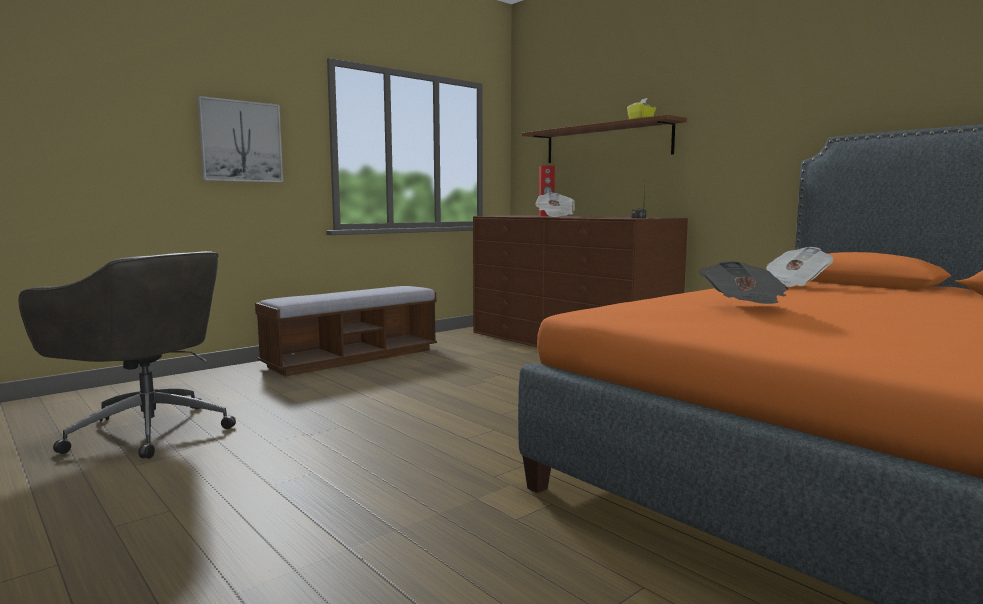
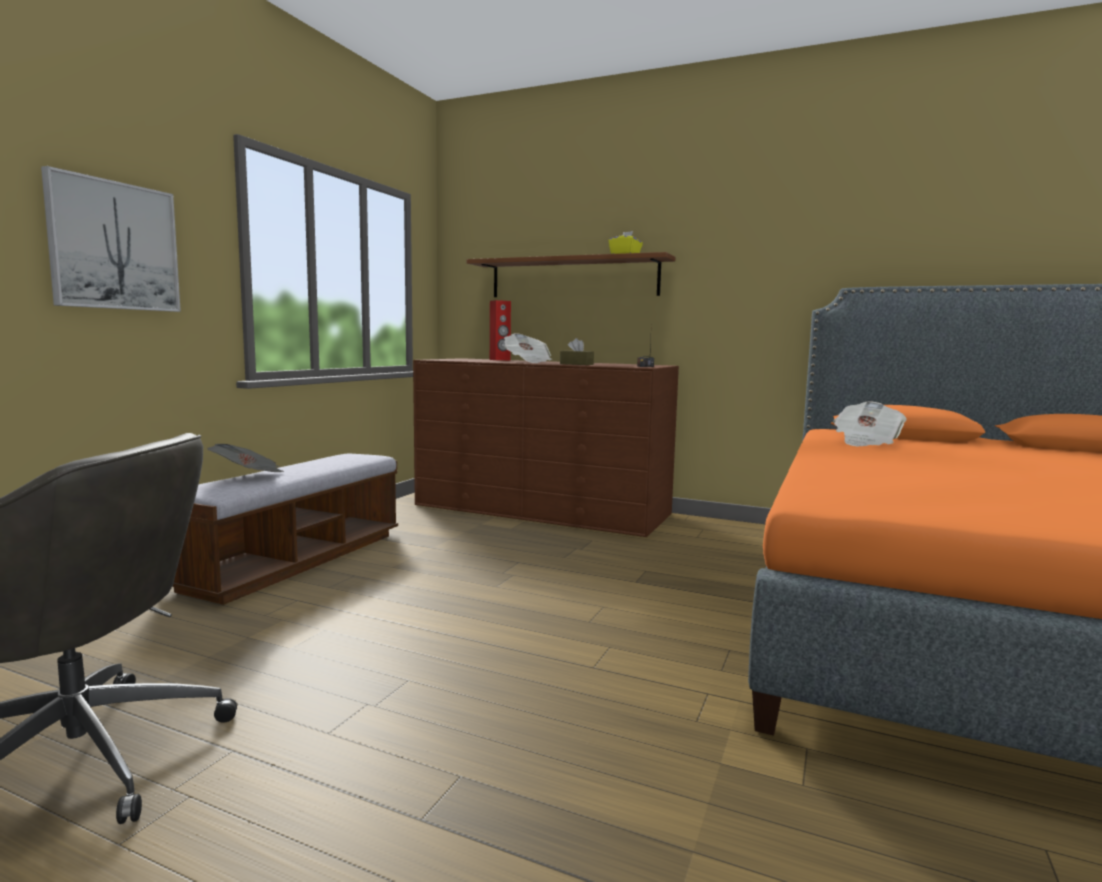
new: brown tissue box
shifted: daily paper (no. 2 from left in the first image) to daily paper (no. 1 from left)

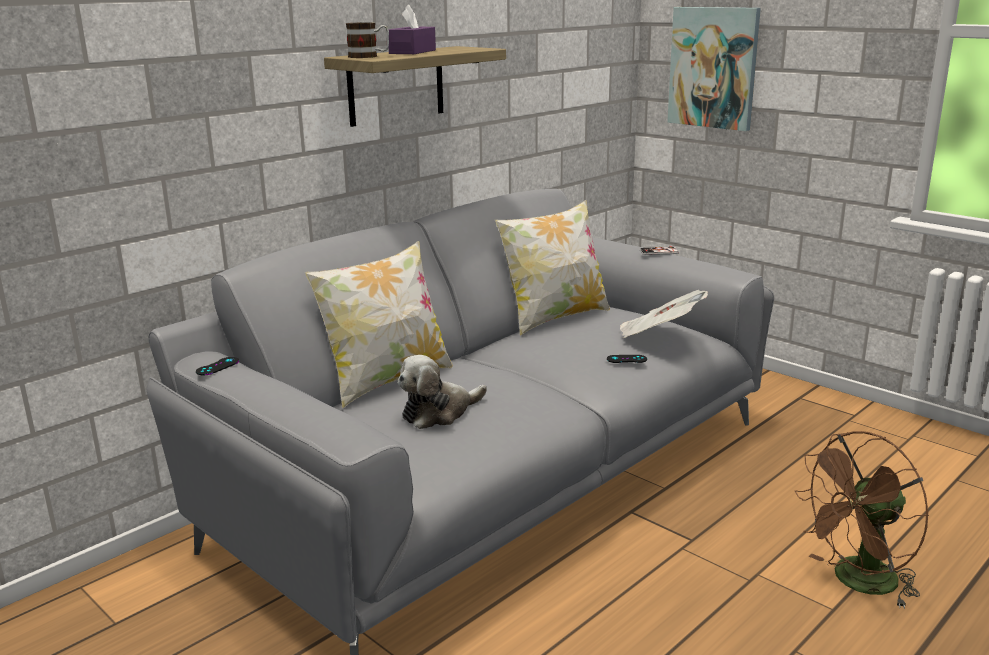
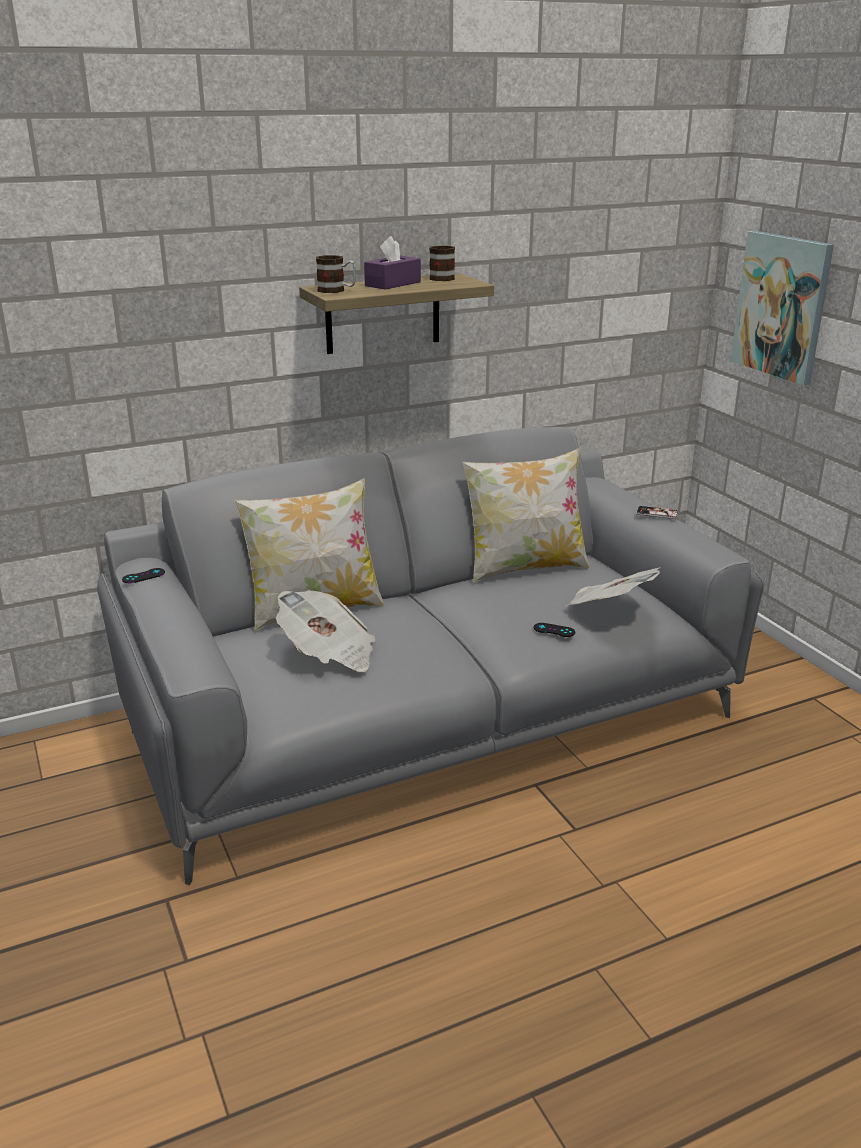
gone: brown fan
new: tea mug (no. 2 from left)
swapped: plush toy to daily paper (no. 1 from left)

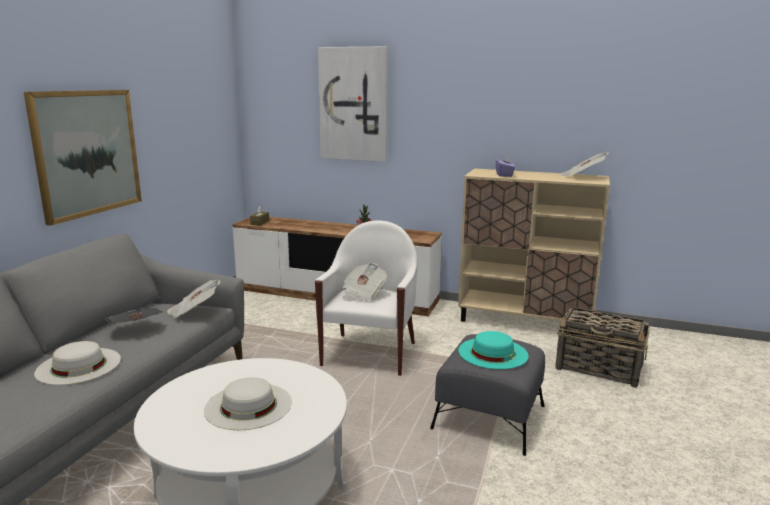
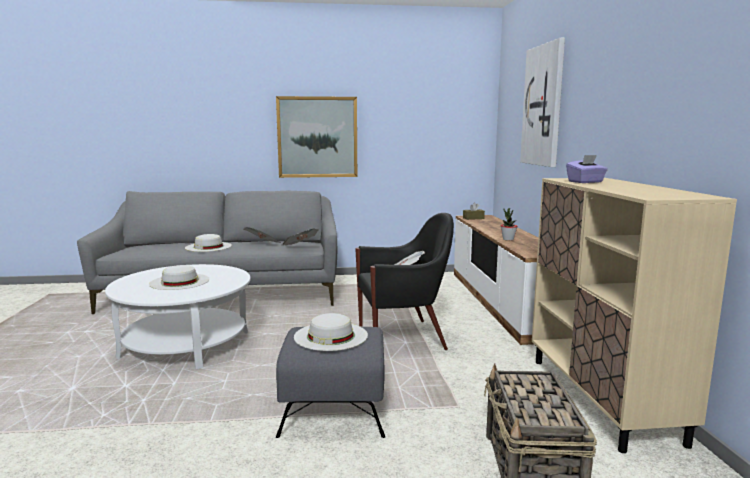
gone: daily paper (no. 4 from left)
repainted: white-coloured easy chair to black-coloured easy chair; turquoise hat to white-coloured hat (no. 3 from left)

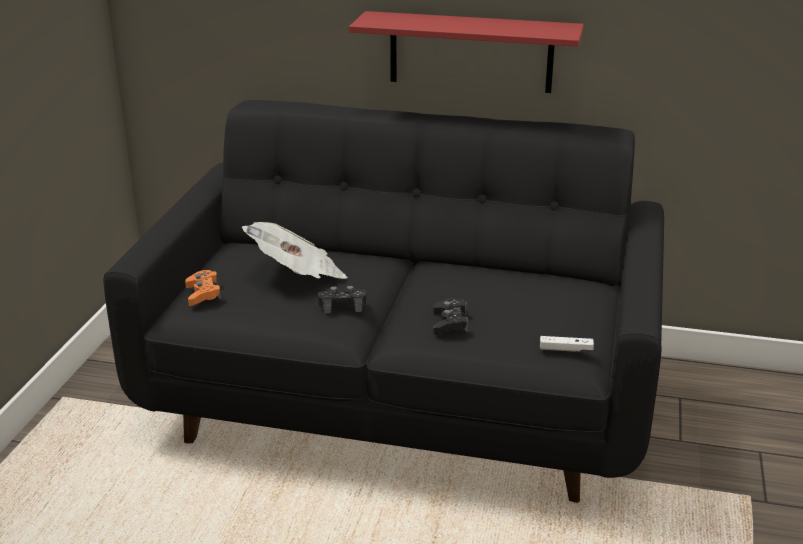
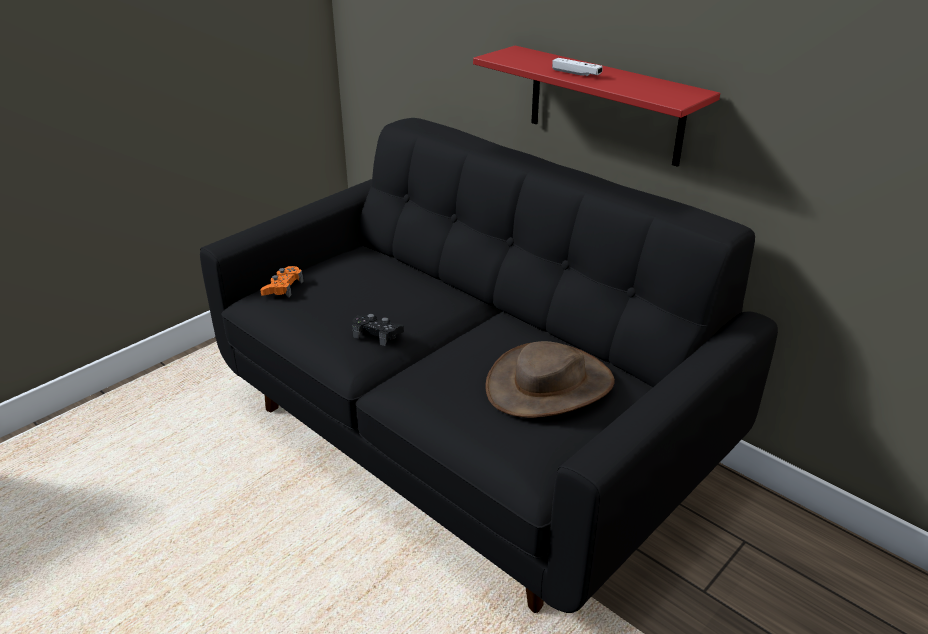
gone: daily paper; black-coloured game controller (no. 2 from left)
new: brown hat
shifted: white-coloured game controller

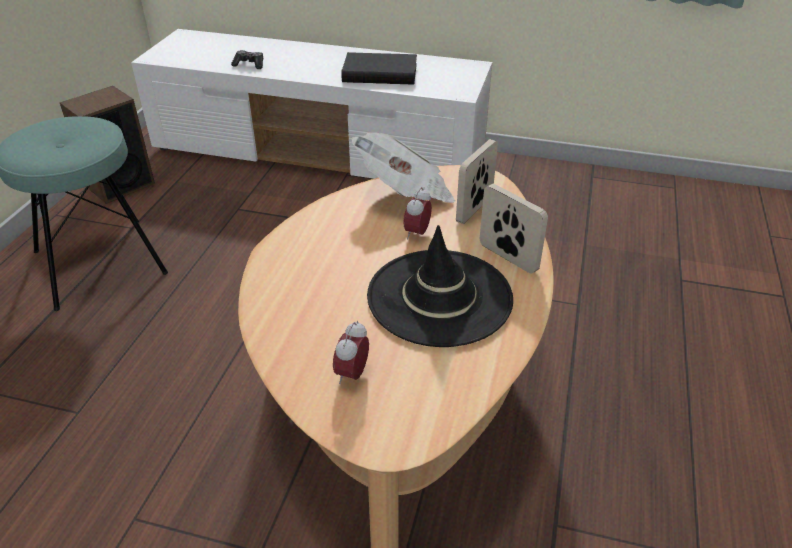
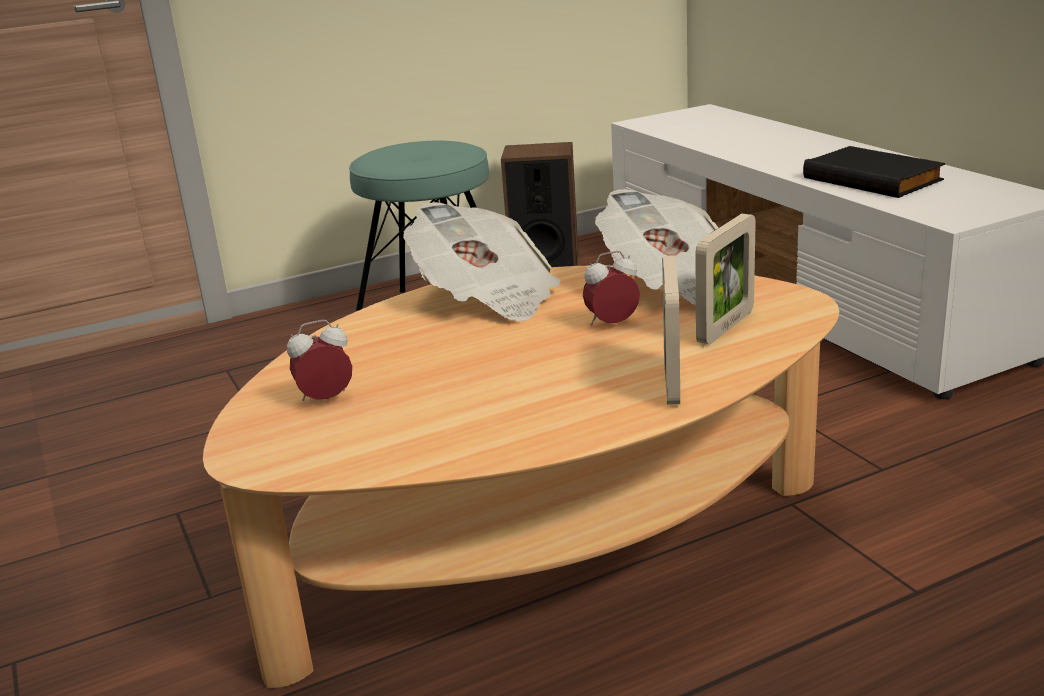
gone: game controller; black-coloured hat
new: daily paper (no. 1 from left)
rotated: photo frame (no. 1 from left in the first image) 135 degrees clockwise

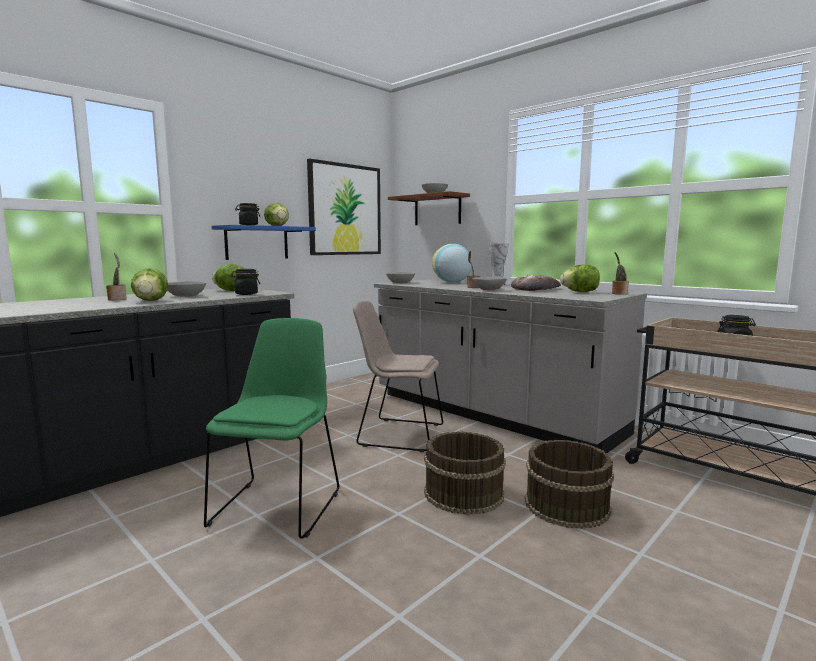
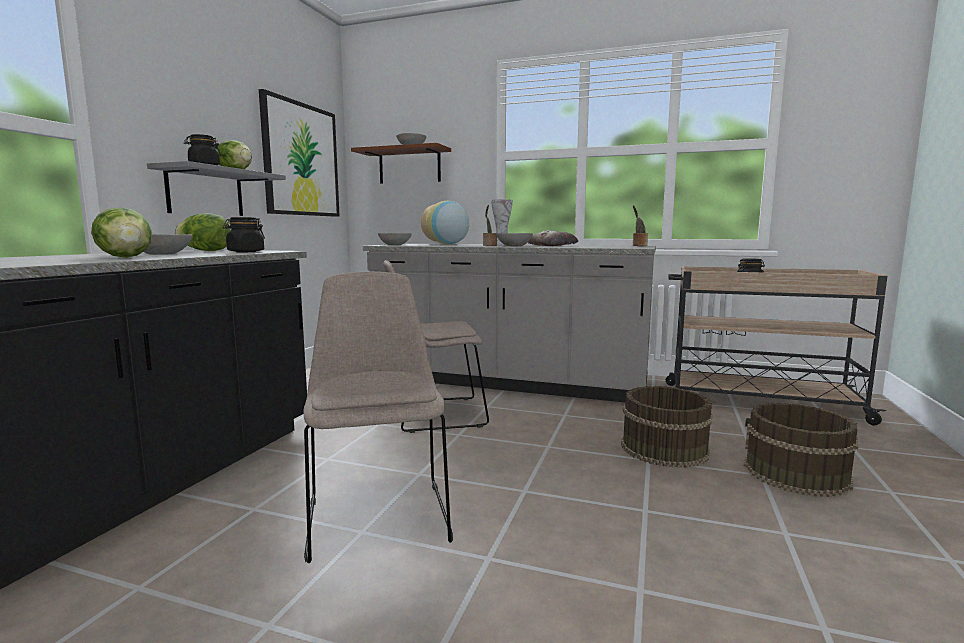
gone: houseplant (no. 1 from left); lettuce head (no. 4 from left)
shifted: brown bucket (no. 1 from left in the first image) to brown bucket (no. 2 from left)
repainted: blue wall shelf to greyish wall shelf; green plain chair to beige plain chair (no. 1 from left)

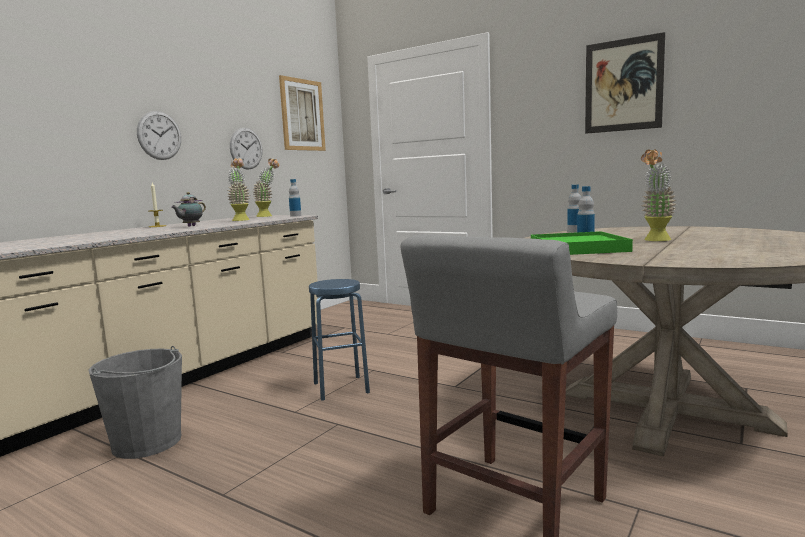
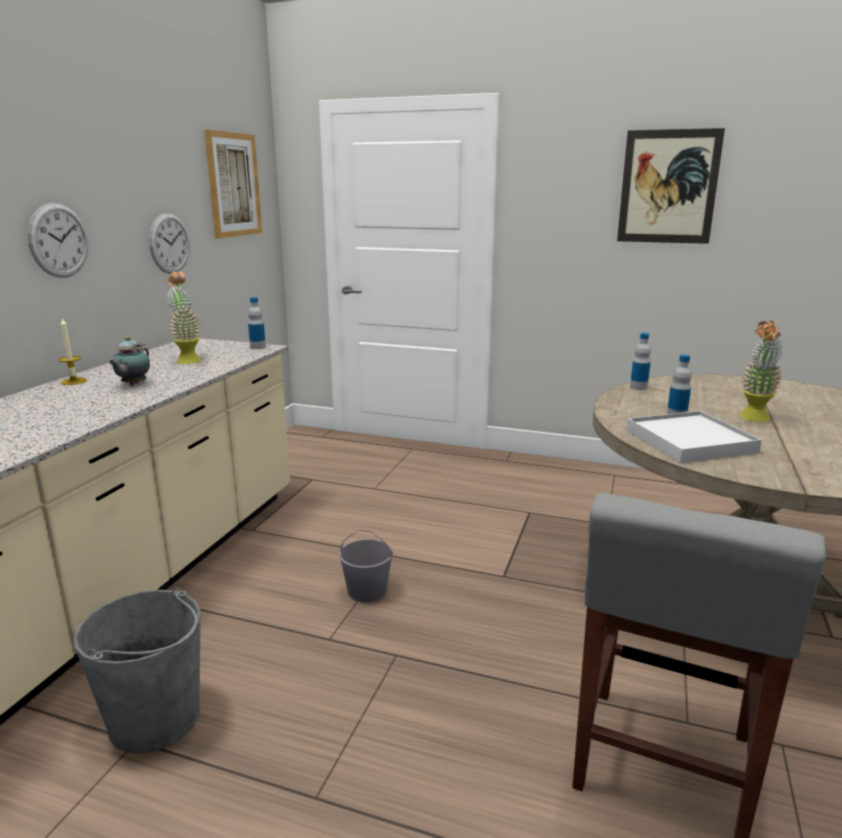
gone: houseplant (no. 2 from left)
swapped: blue sitting stool to greyish bucket (no. 2 from left)
repainted: green carrying tray to white-coloured carrying tray

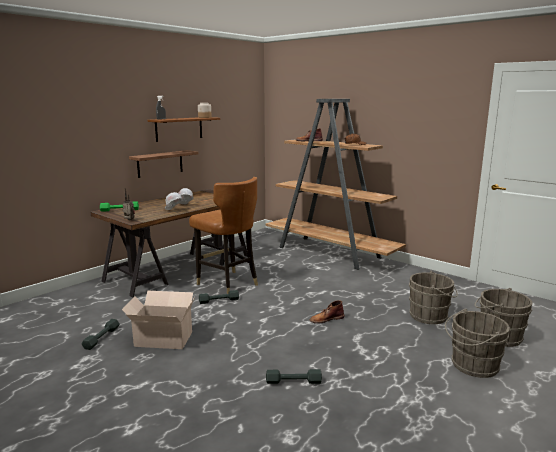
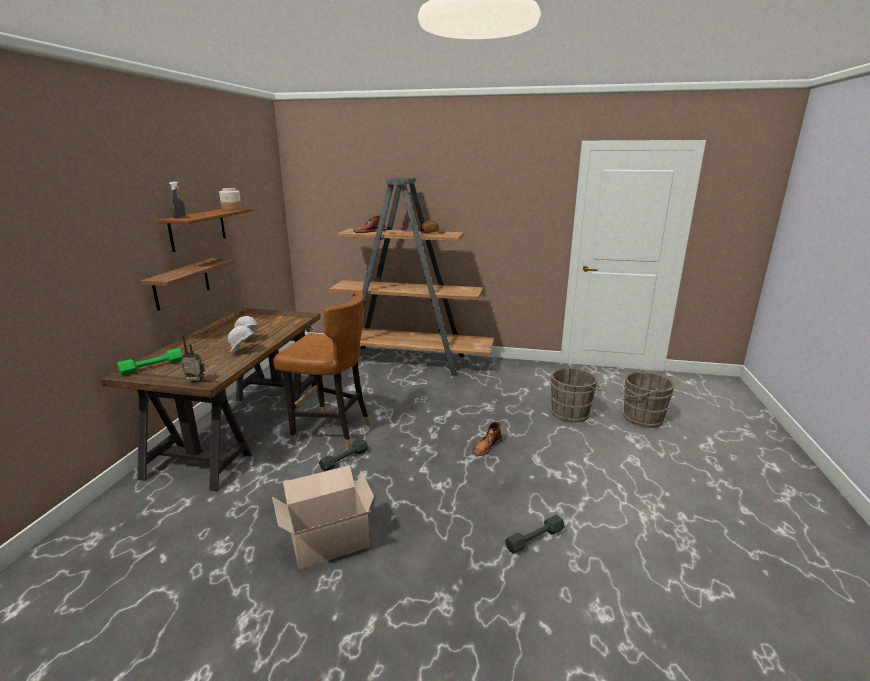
gone: greyish bucket (no. 2 from left); greyish free weight (no. 1 from left)

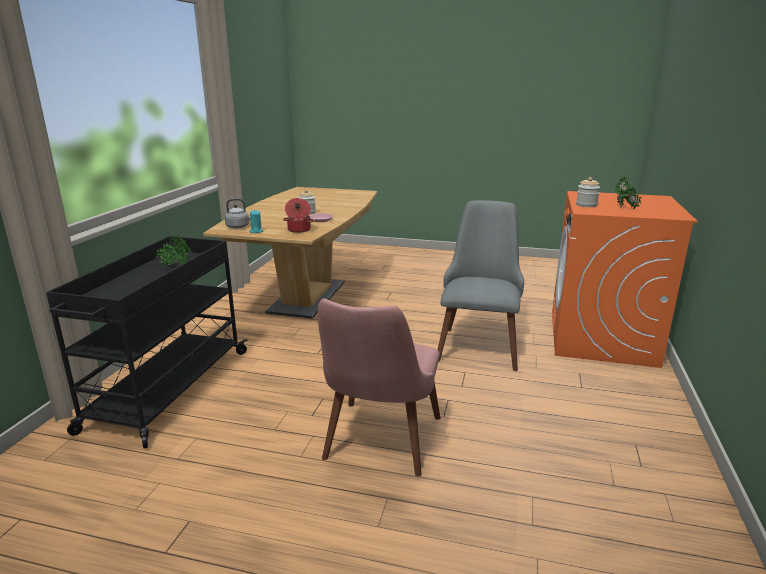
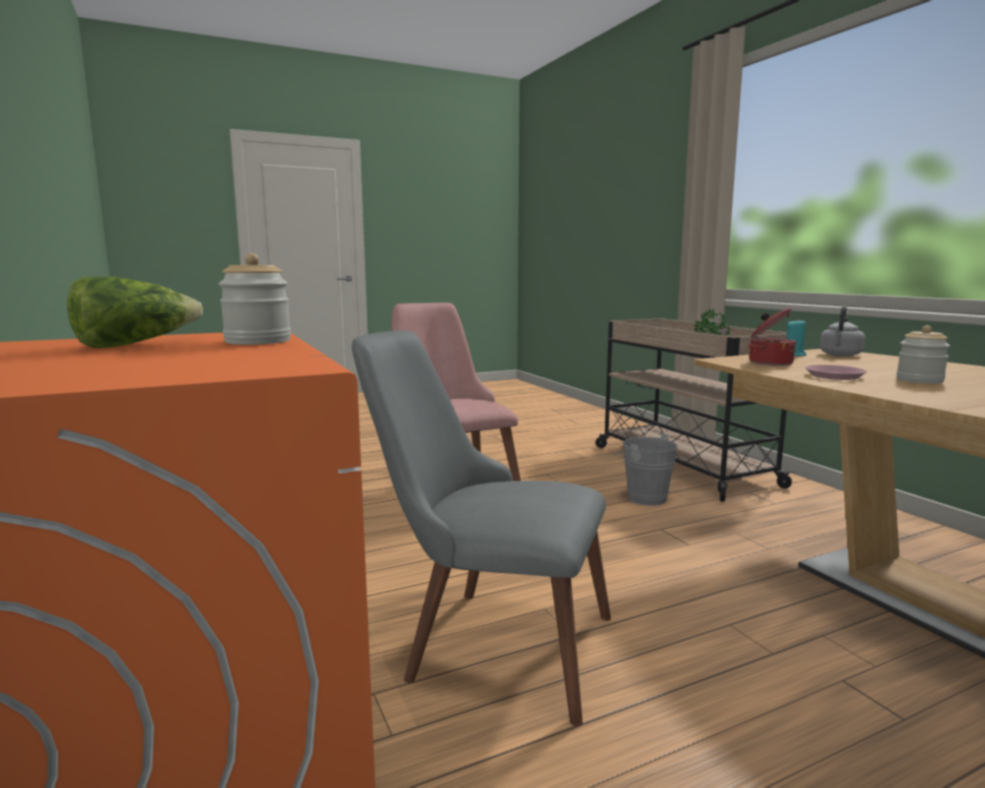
new: greyish bucket
swapped: houseplant (no. 2 from left) to lettuce head
repainted: black-coloured wheeled cart to beige wheeled cart
rotated: greyish plain chair 135 degrees clockwise

